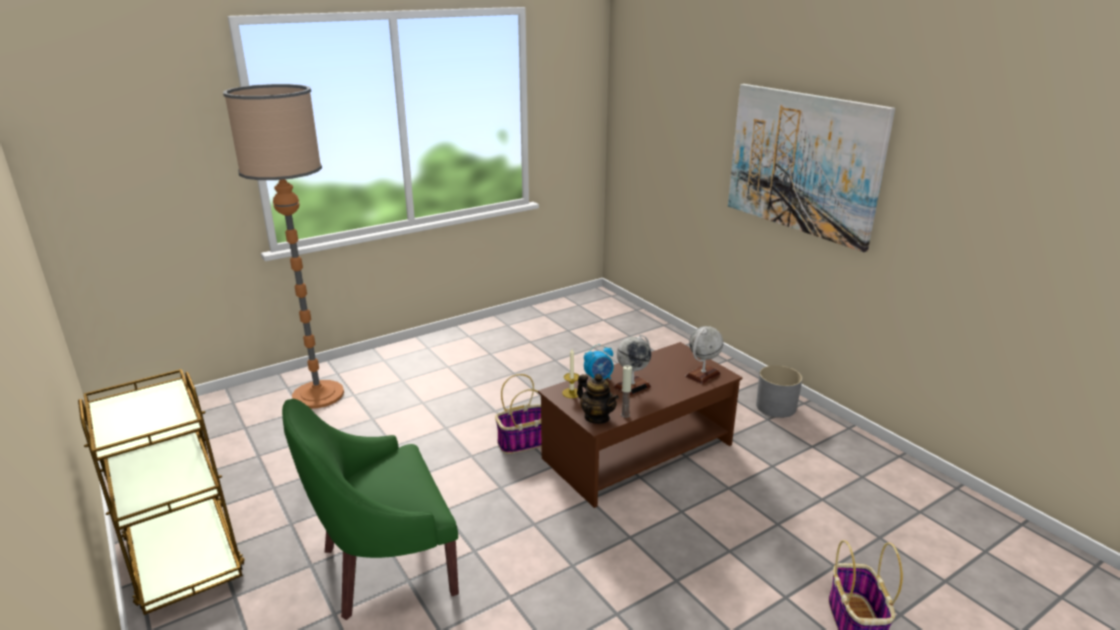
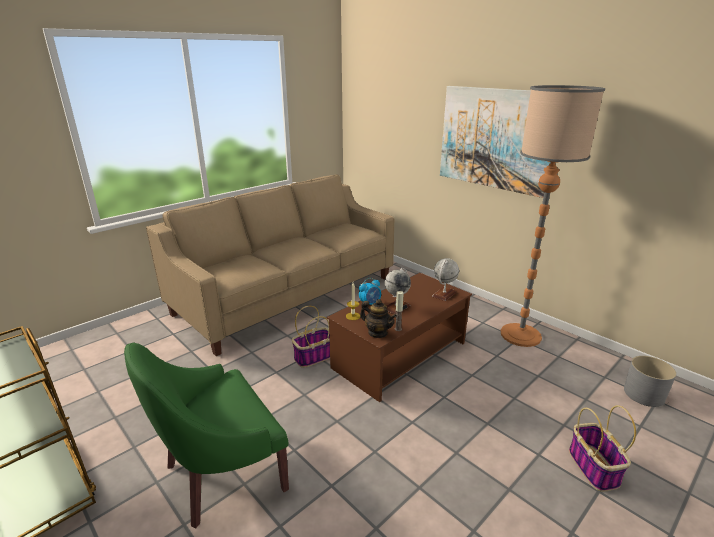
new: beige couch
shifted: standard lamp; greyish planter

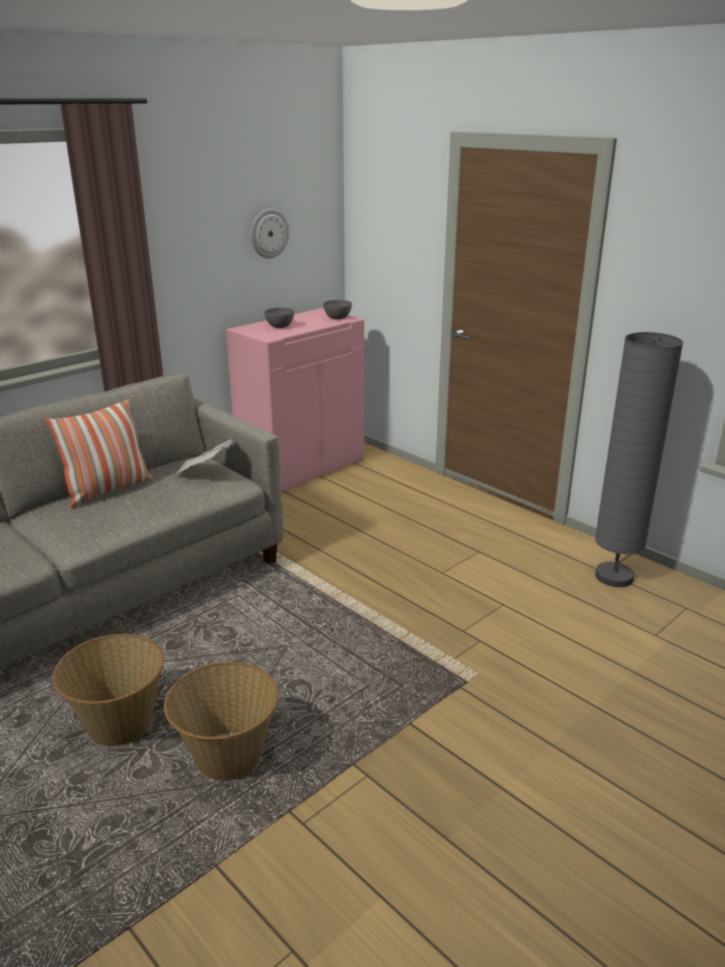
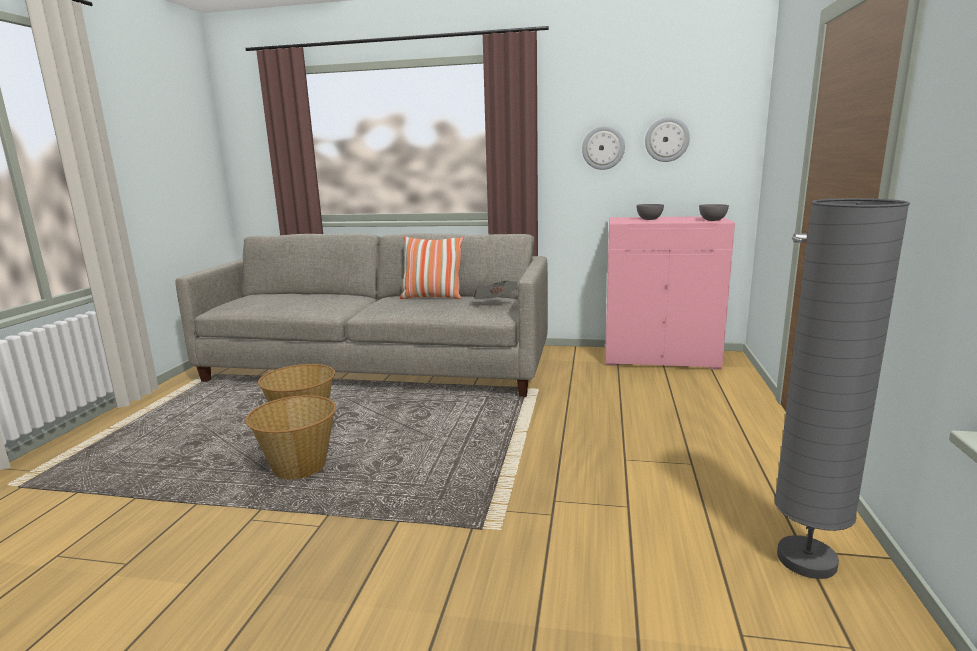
new: wall clock (no. 1 from left)

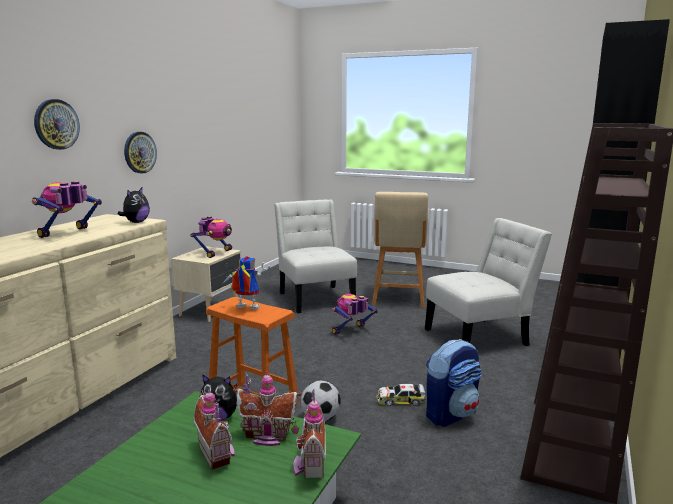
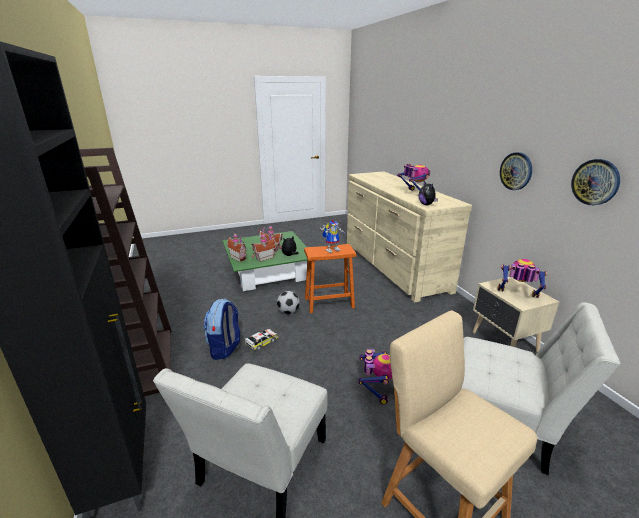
shifted: wall clock (no. 1 from left in the first image) to wall clock (no. 2 from left)
rotated: toy robot (no. 2 from left in the first image) 135 degrees clockwise

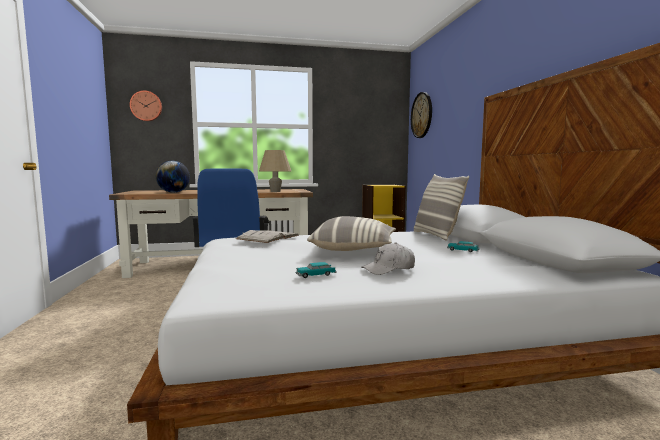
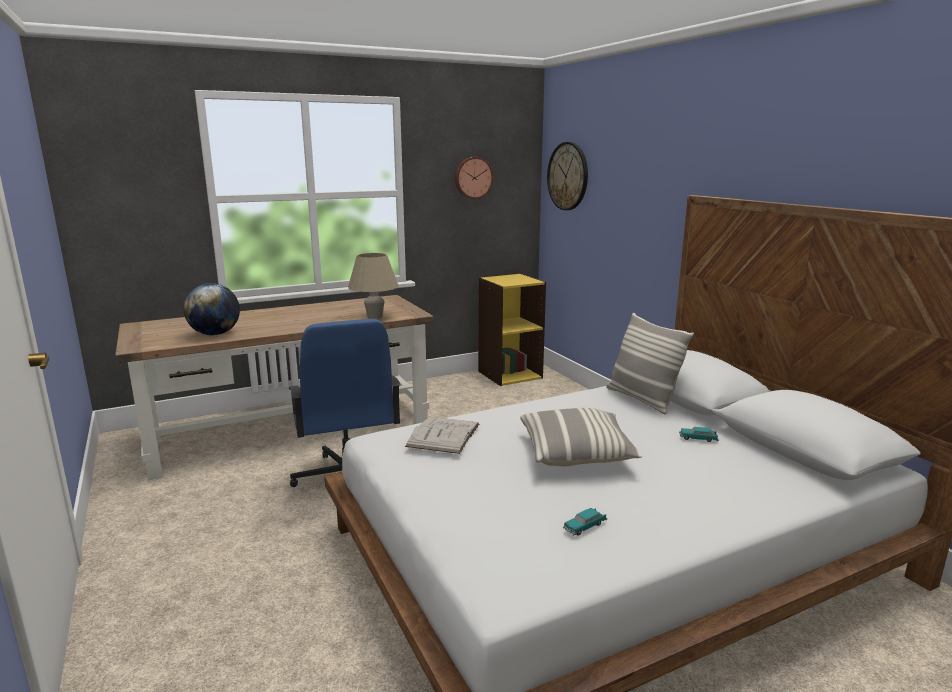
gone: white-coloured peaked cap
shifted: wall clock (no. 1 from left)

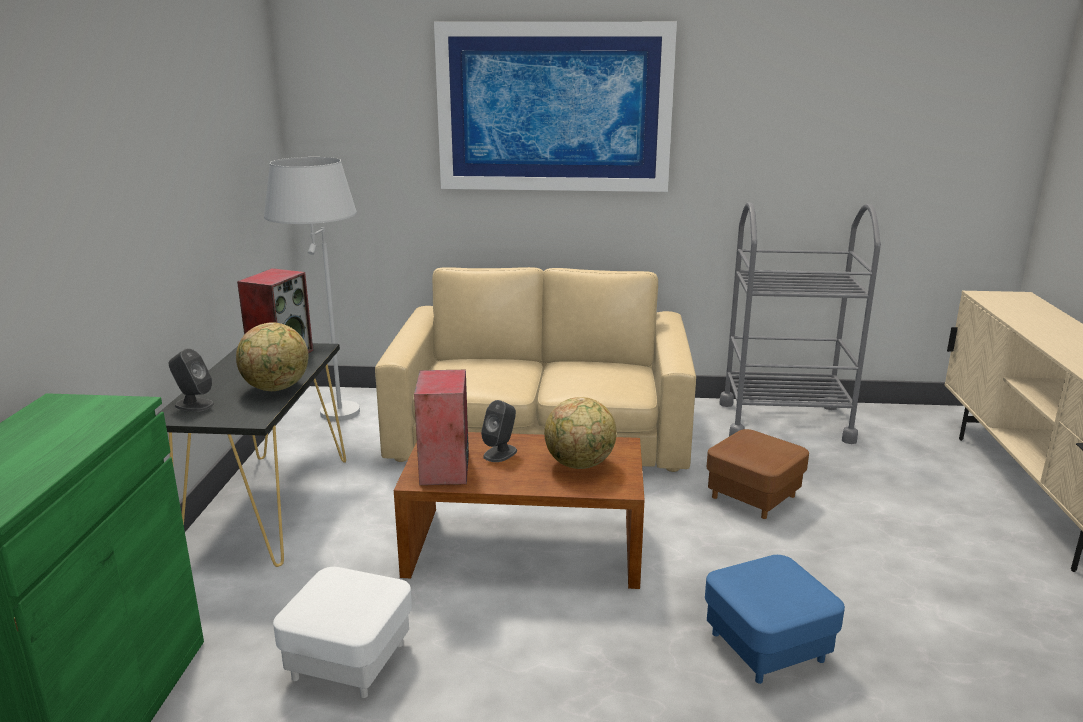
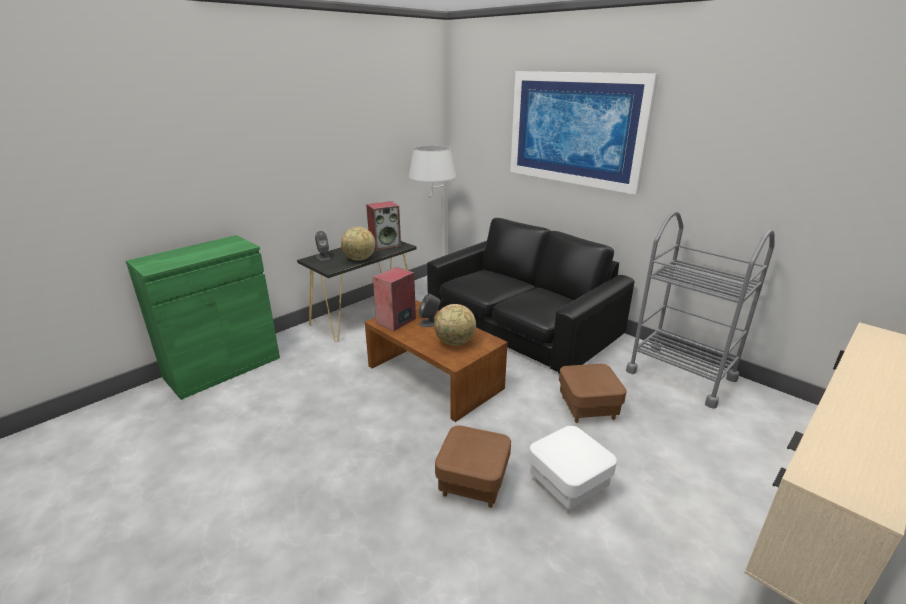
shifted: white-coloured ottoman
repainted: beige couch to black-coloured couch; blue ottoman to brown ottoman (no. 1 from left)

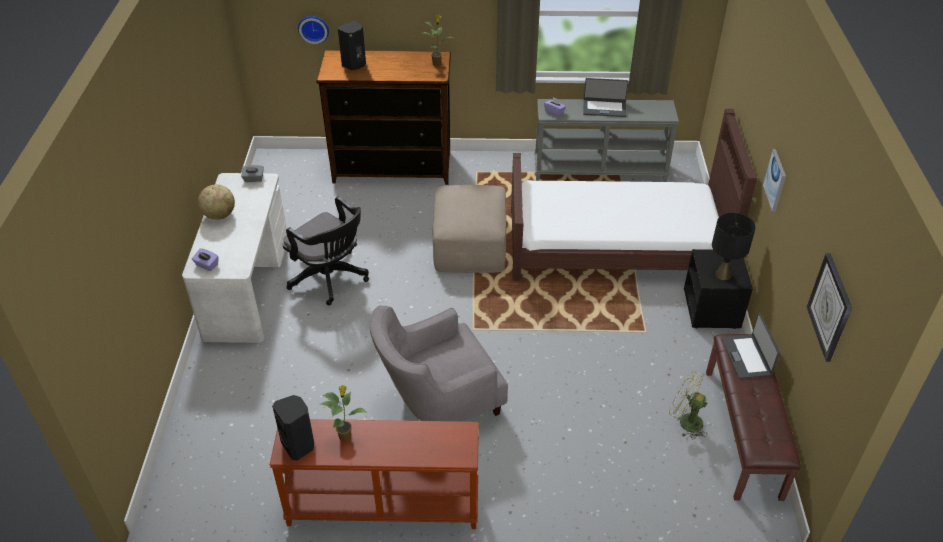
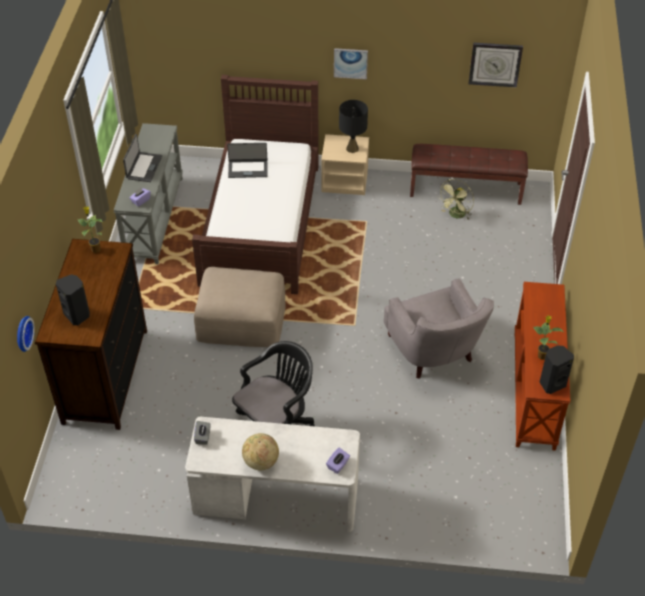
shifted: laptop (no. 2 from left)
repainted: black-coloured night table to beige night table

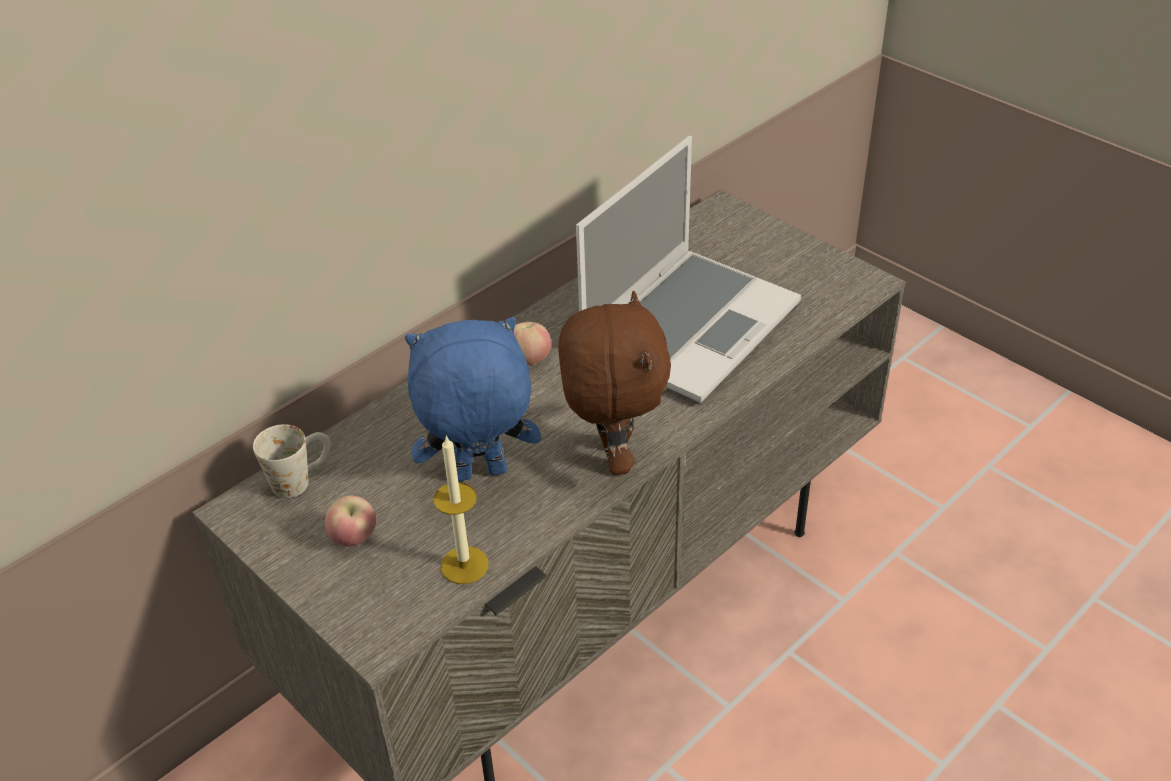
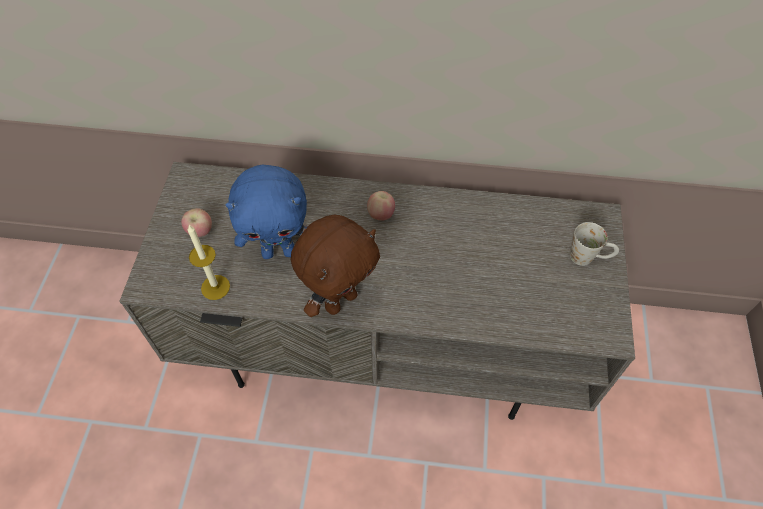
gone: laptop
shifted: white-coloured tea mug
rotated: blue plush toy 135 degrees clockwise

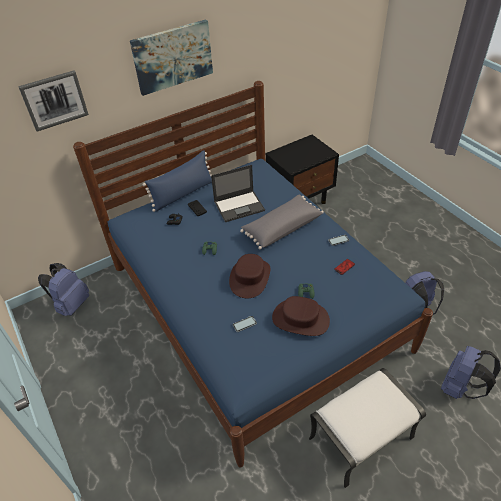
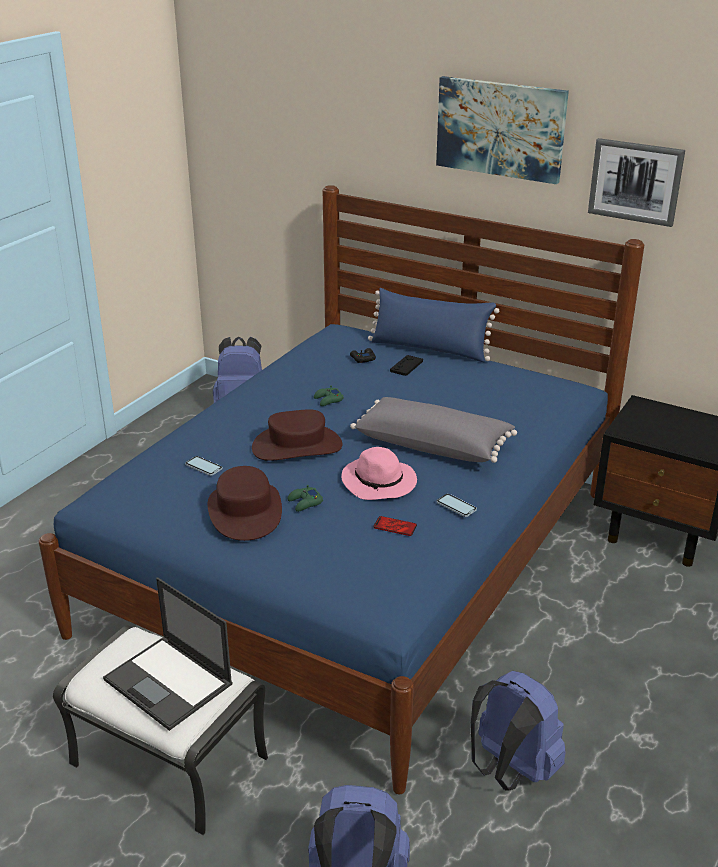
new: pink hat
shifted: picture (no. 1 from left in the first image) to picture (no. 2 from left); laptop

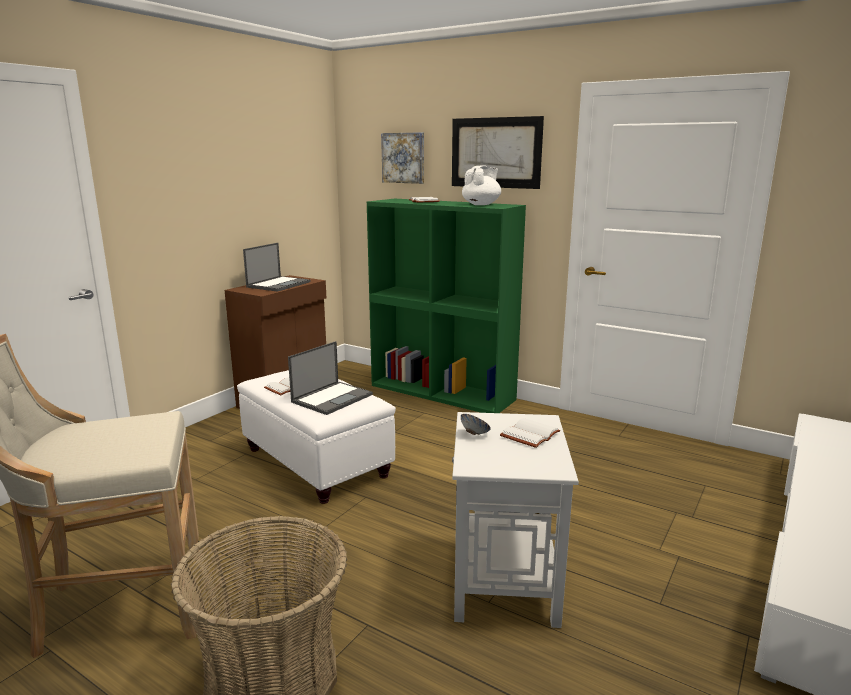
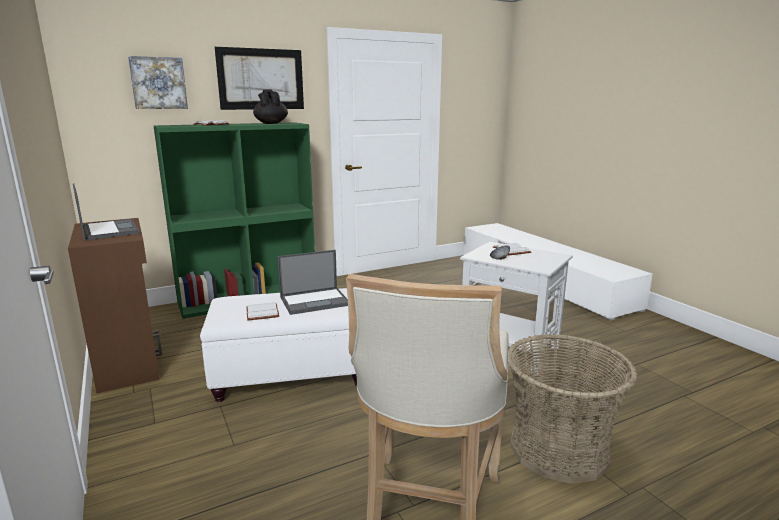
repainted: white-coloured tea pot to black-coloured tea pot
rotated: laptop (no. 2 from left) 90 degrees clockwise

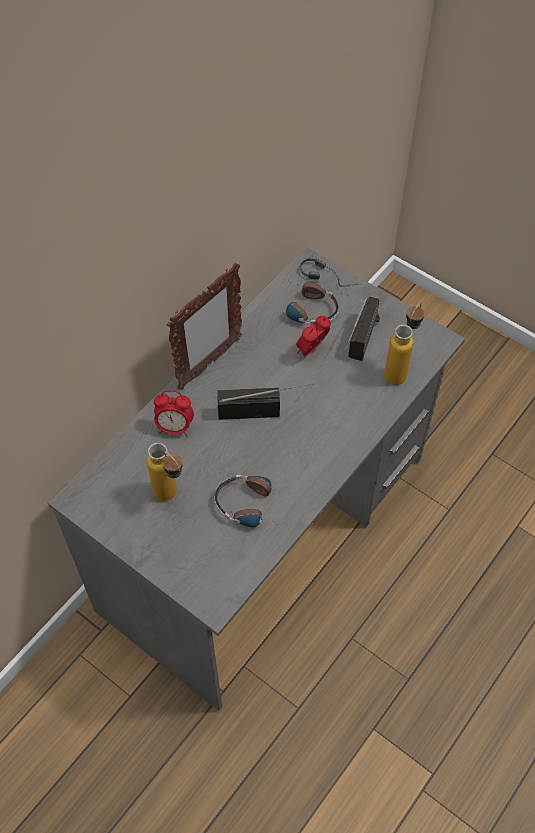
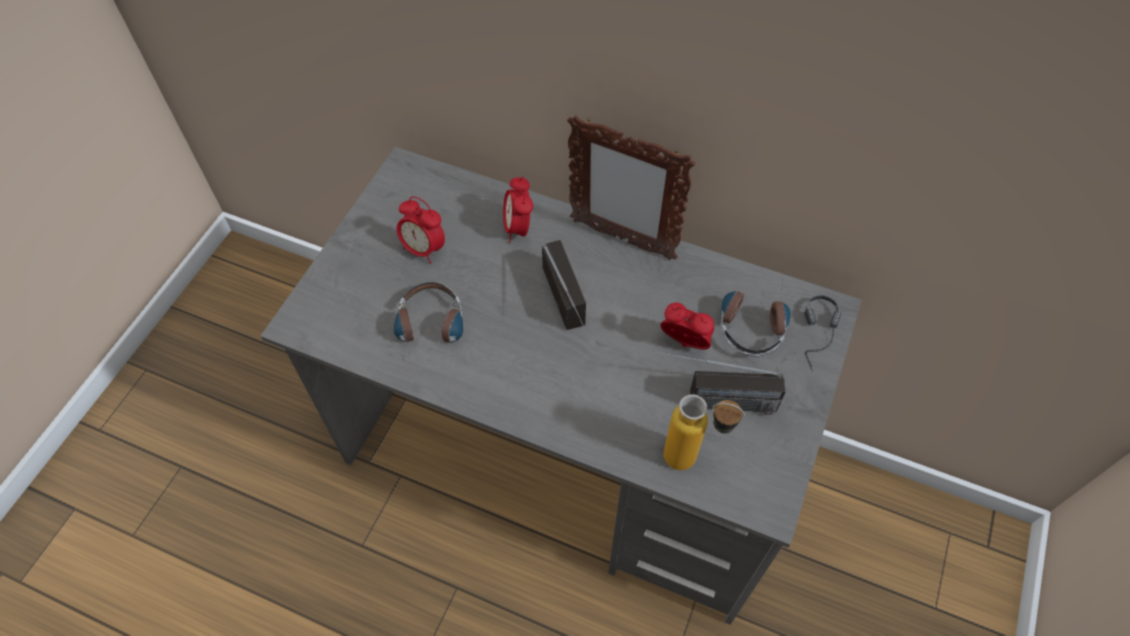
swapped: drink bottle (no. 1 from left) to bedside clock (no. 1 from left)

